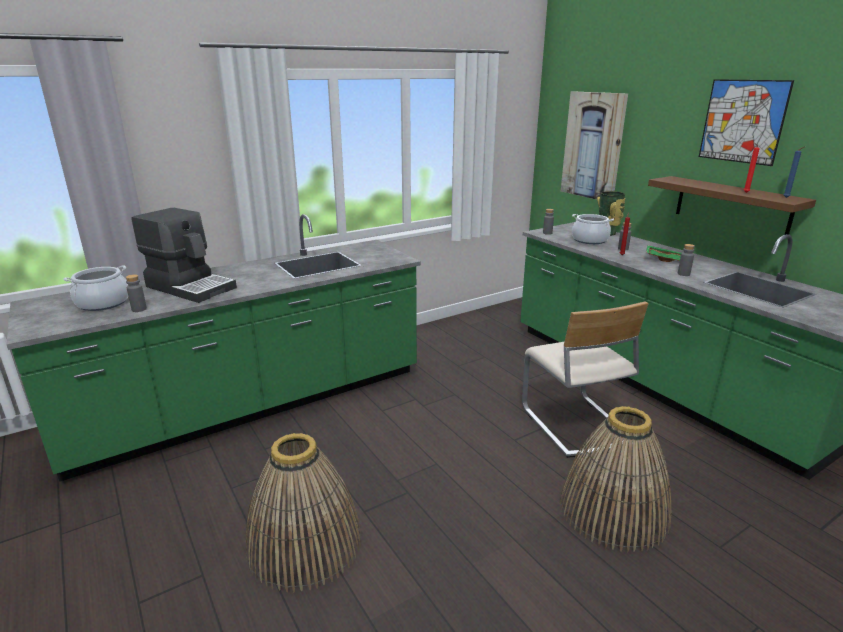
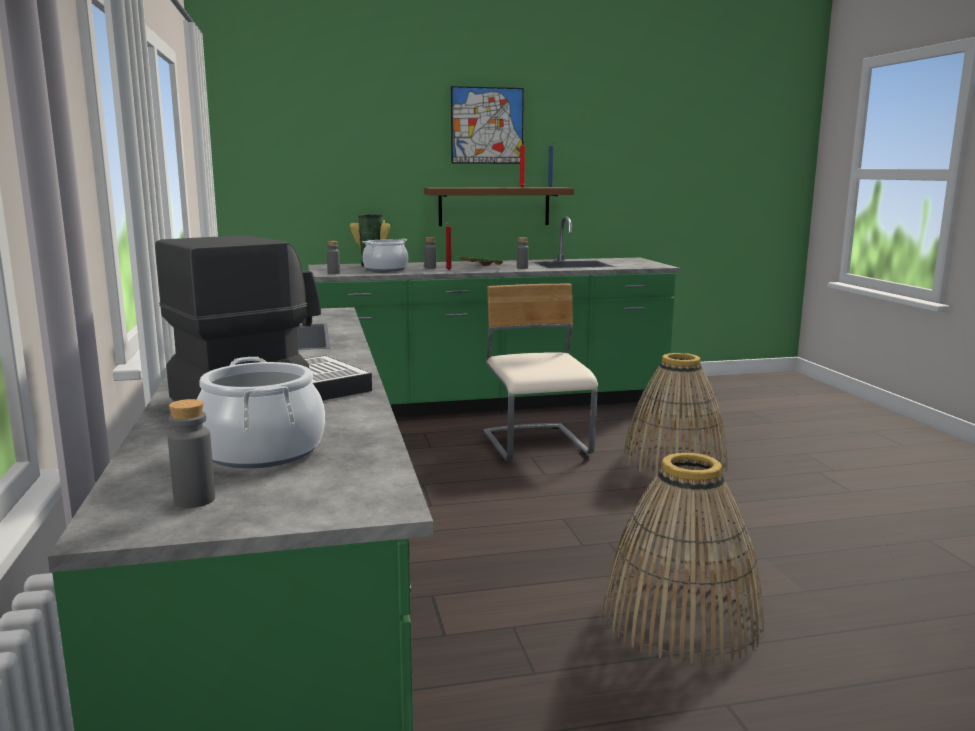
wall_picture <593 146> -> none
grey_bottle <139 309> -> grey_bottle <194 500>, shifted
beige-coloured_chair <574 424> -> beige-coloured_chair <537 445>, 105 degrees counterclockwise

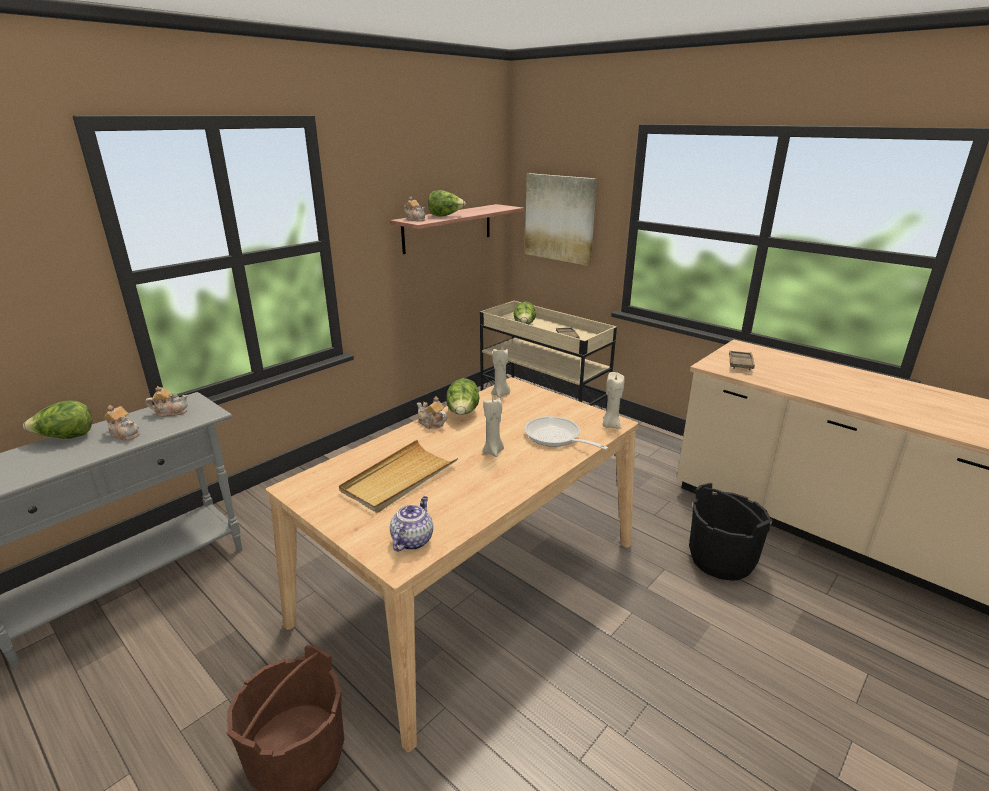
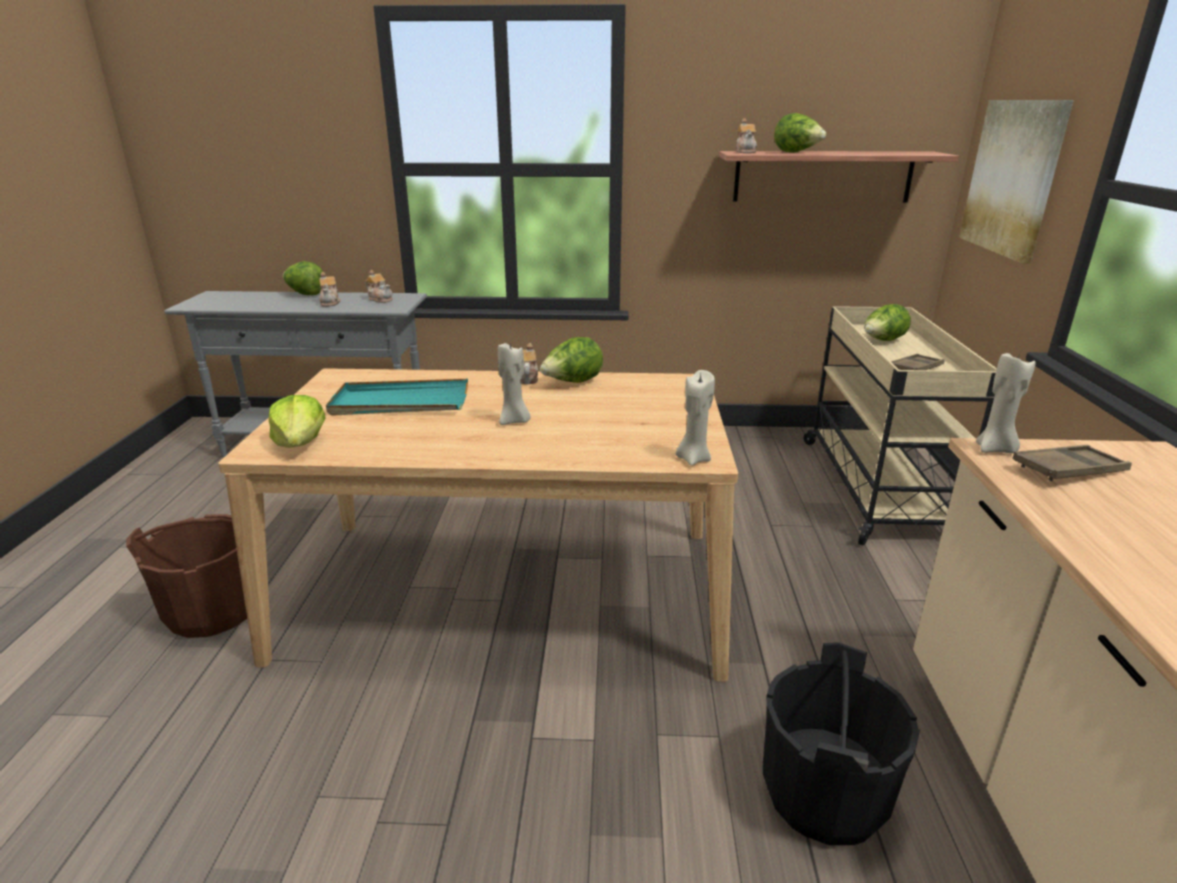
pan <556 437> -> none
beige-coloured_candle <500 394> -> beige-coloured_candle <995 449>, shifted
pot_for_tea <412 540> -> head_of_lettuce <300 443>
beige-coloured_carrying_tray <399 479> -> turquoise_carrying_tray <400 403>

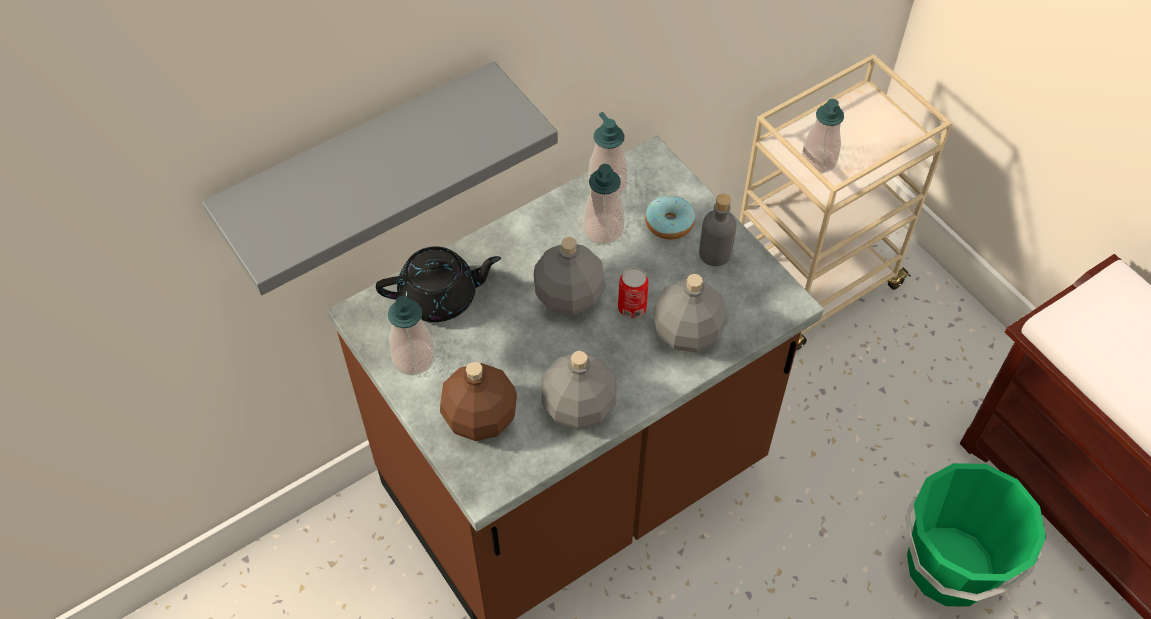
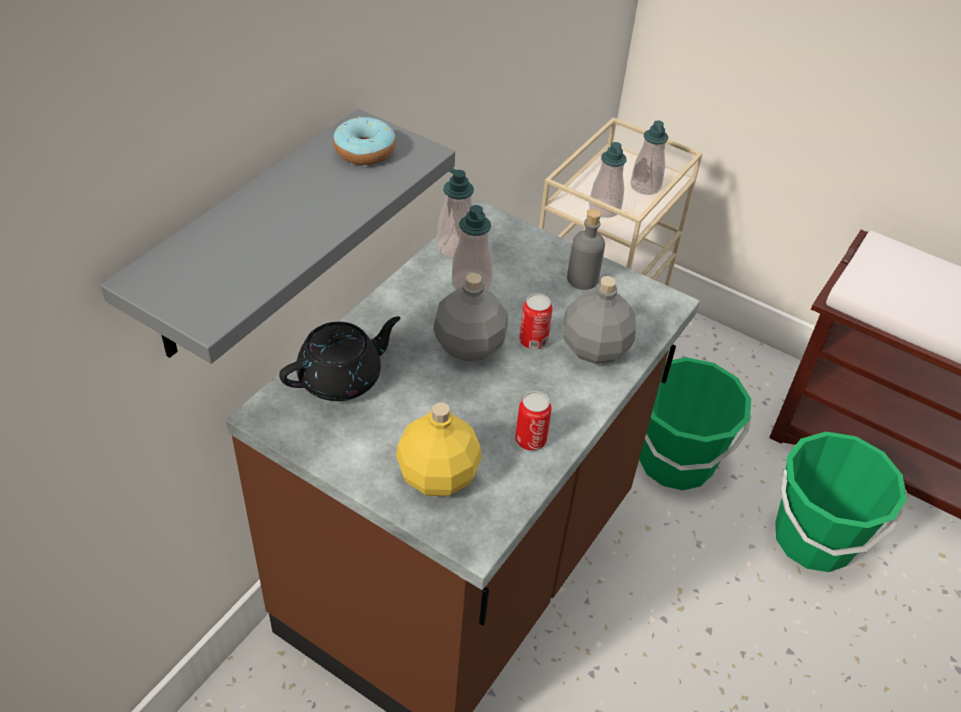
none -> greenish_bucket <675 461>
soap_bottle <414 358> -> soap_bottle <645 186>, shifted
doughnut <669 223> -> doughnut <364 151>, shifted
grey_bottle <578 408> -> sealed_can <530 440>
brown-coloured_bottle <479 418> -> yellow_bottle <437 477>

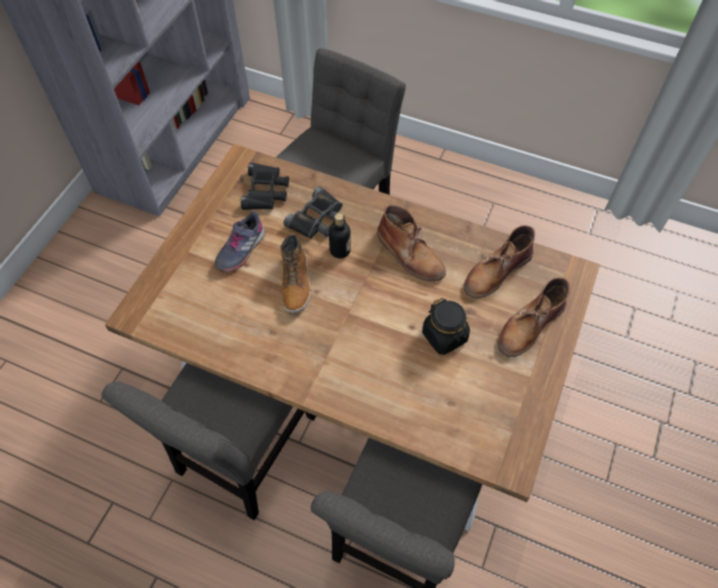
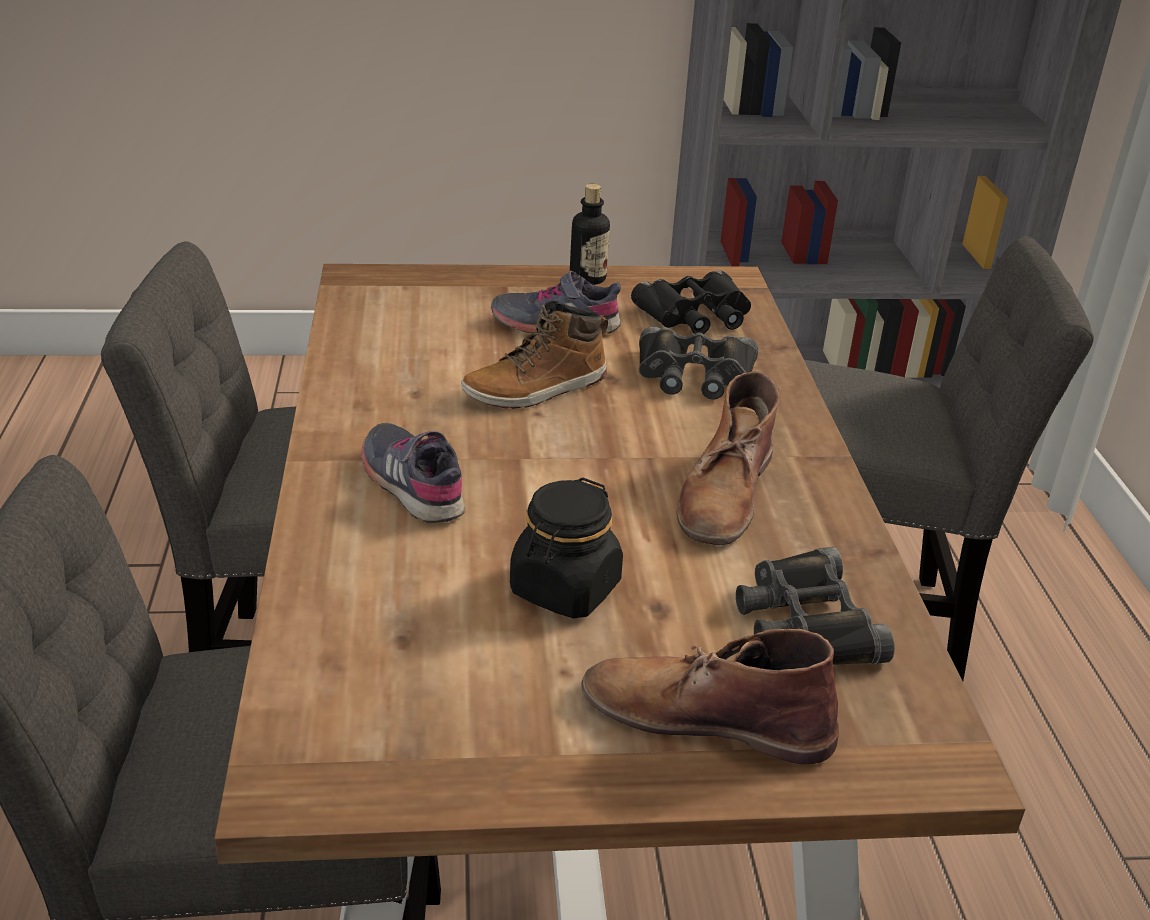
none -> grey_low_shoe <413 484>
bottle <340 250> -> bottle <587 278>, shifted
brown-coloured_high-top_boot <496 271> -> black_field_glasses <805 622>

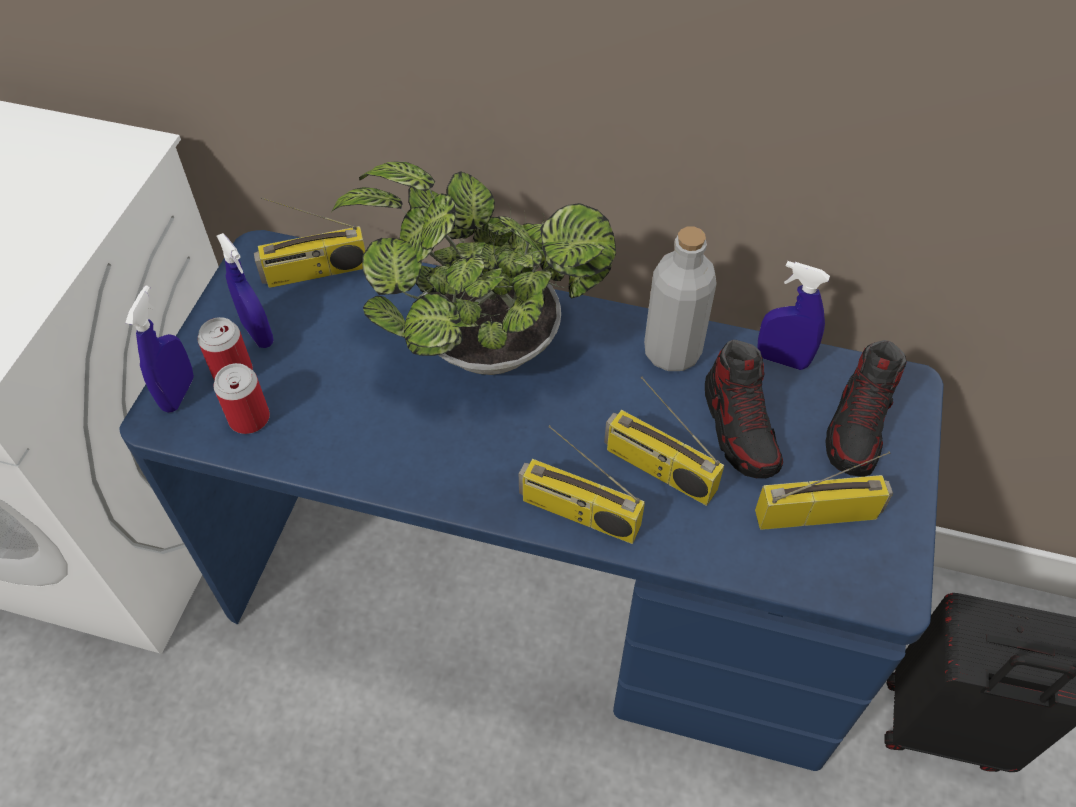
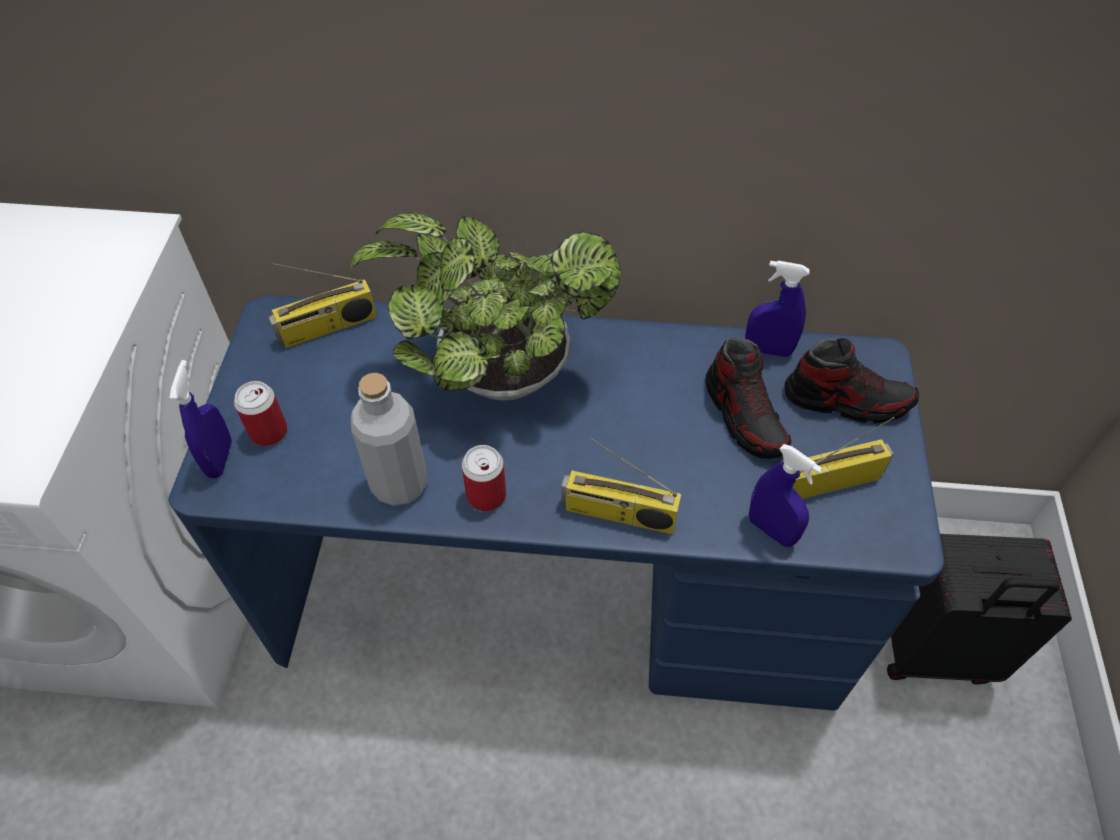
radio <658 469> -> none
sealed_can <249 418> -> sealed_can <486 495>, shifted
blue-coloured_spray_bottle <258 333> -> blue-coloured_spray_bottle <771 530>, shifted
grey_bottle <672 352> -> grey_bottle <399 483>, shifted
low_shoe <858 427> -> low_shoe <846 400>, 90 degrees counterclockwise

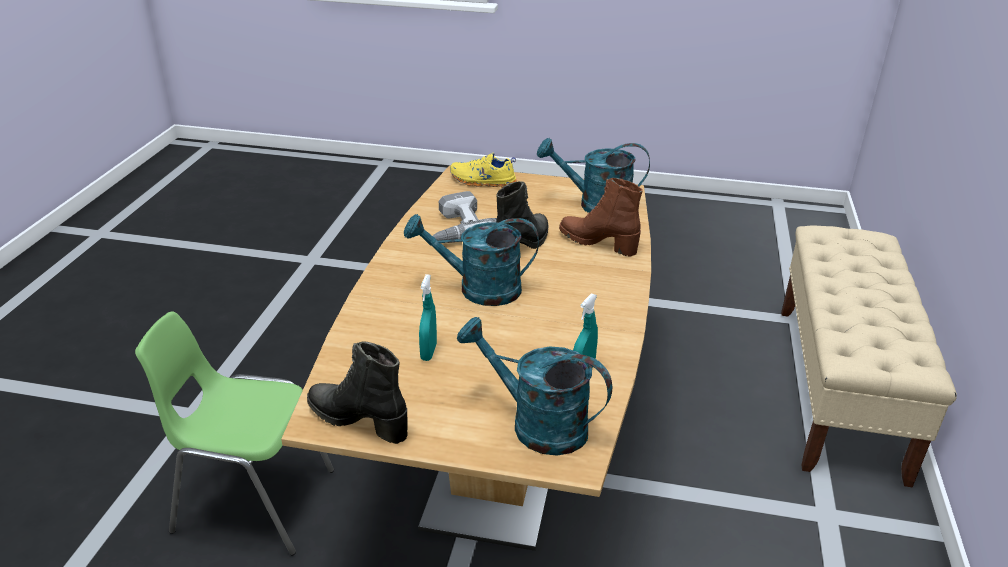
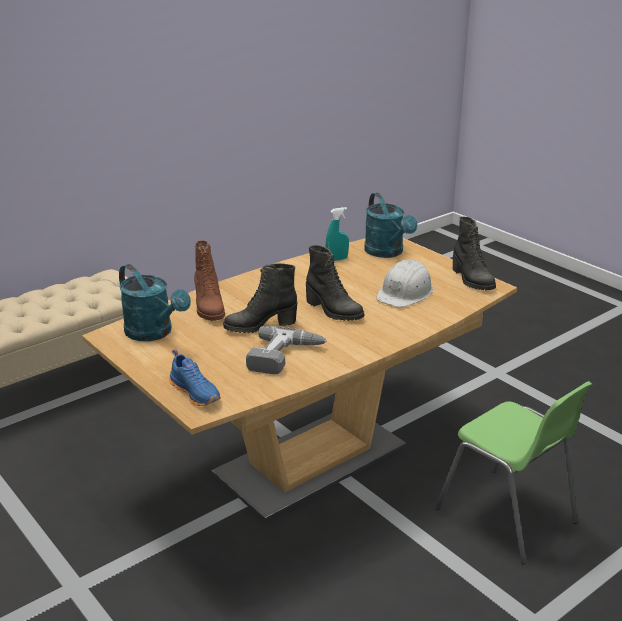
turquoise_watering_can <478 289> -> black_high-top_boot <333 311>
turquoise_spray_bottle <428 352> -> white_hard_hat <405 292>
yellow_low_shoe <482 182> -> blue-coloured_low_shoe <196 392>

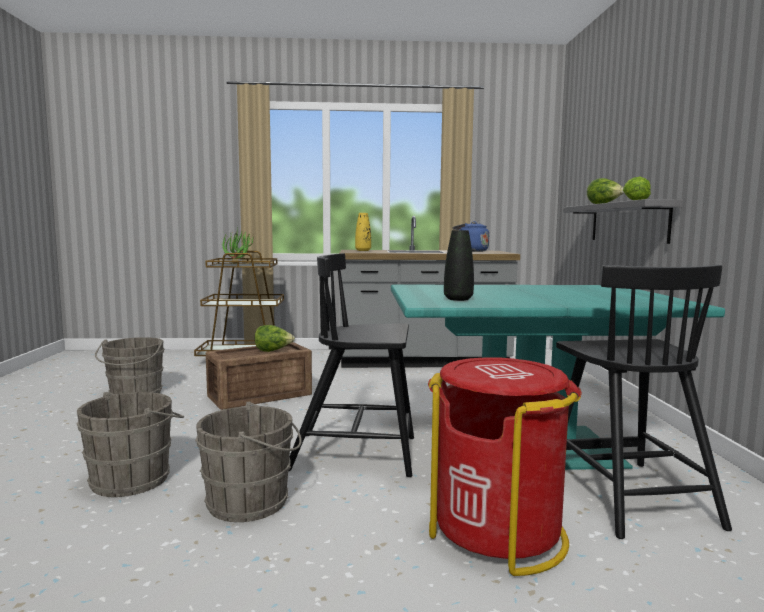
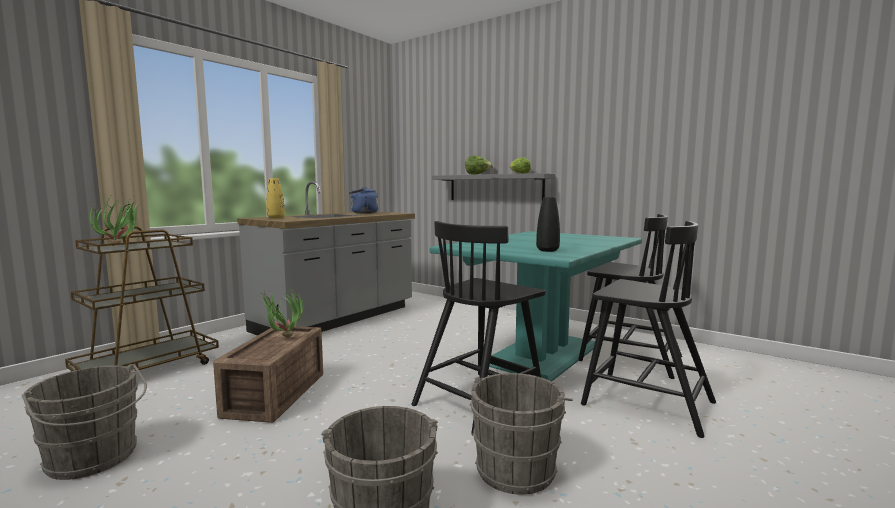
head_of_lettuce <273 351> -> potted_plant <282 339>
reddish_trash_can <498 533> -> black_chair <645 402>

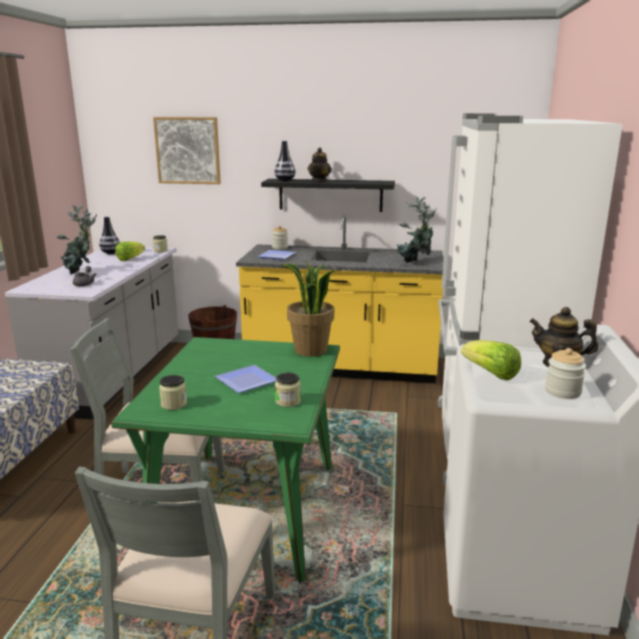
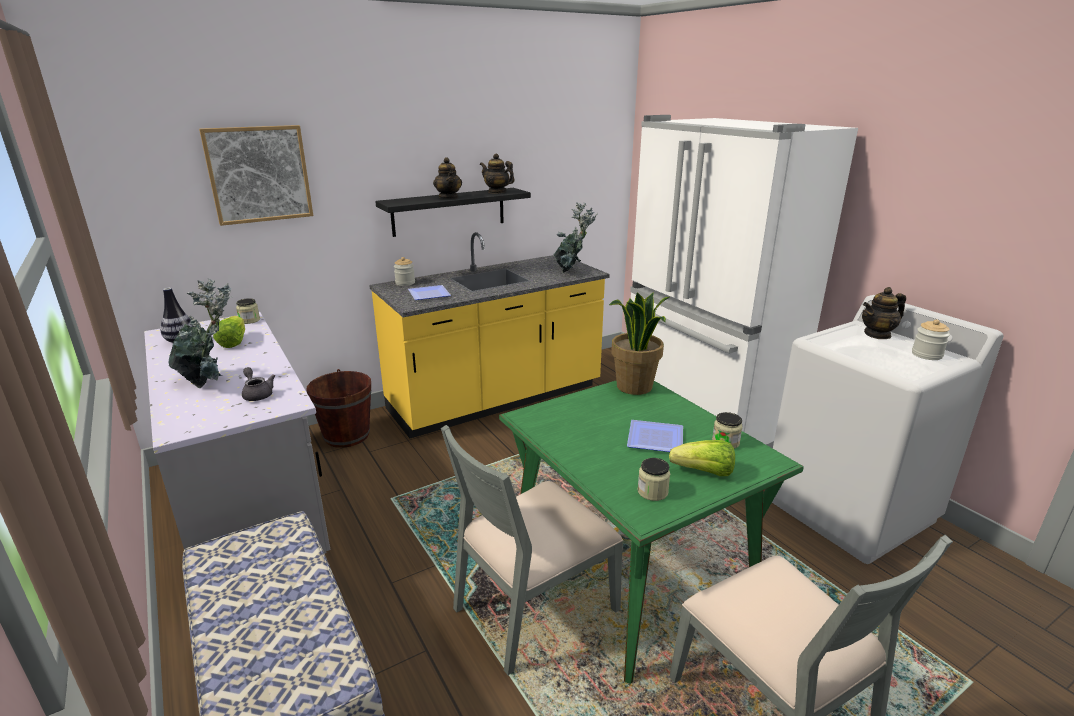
flower_vase <285 181> -> none
none -> pot_for_tea <497 192>
head_of_lettuce <491 374> -> head_of_lettuce <704 472>, shifted

